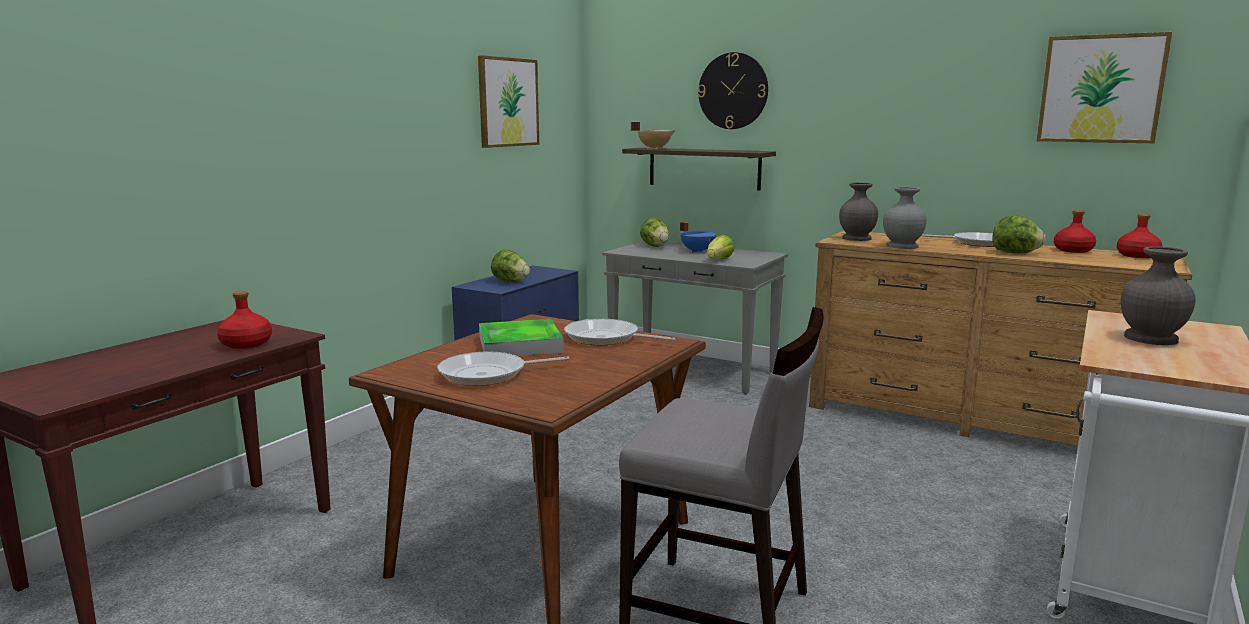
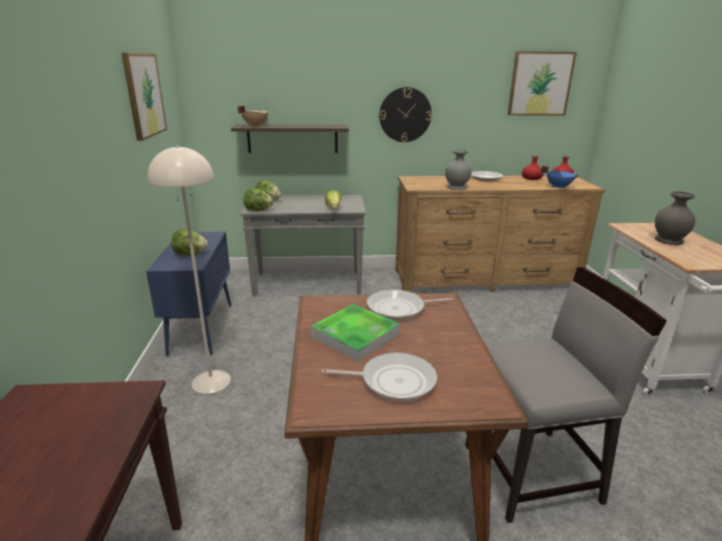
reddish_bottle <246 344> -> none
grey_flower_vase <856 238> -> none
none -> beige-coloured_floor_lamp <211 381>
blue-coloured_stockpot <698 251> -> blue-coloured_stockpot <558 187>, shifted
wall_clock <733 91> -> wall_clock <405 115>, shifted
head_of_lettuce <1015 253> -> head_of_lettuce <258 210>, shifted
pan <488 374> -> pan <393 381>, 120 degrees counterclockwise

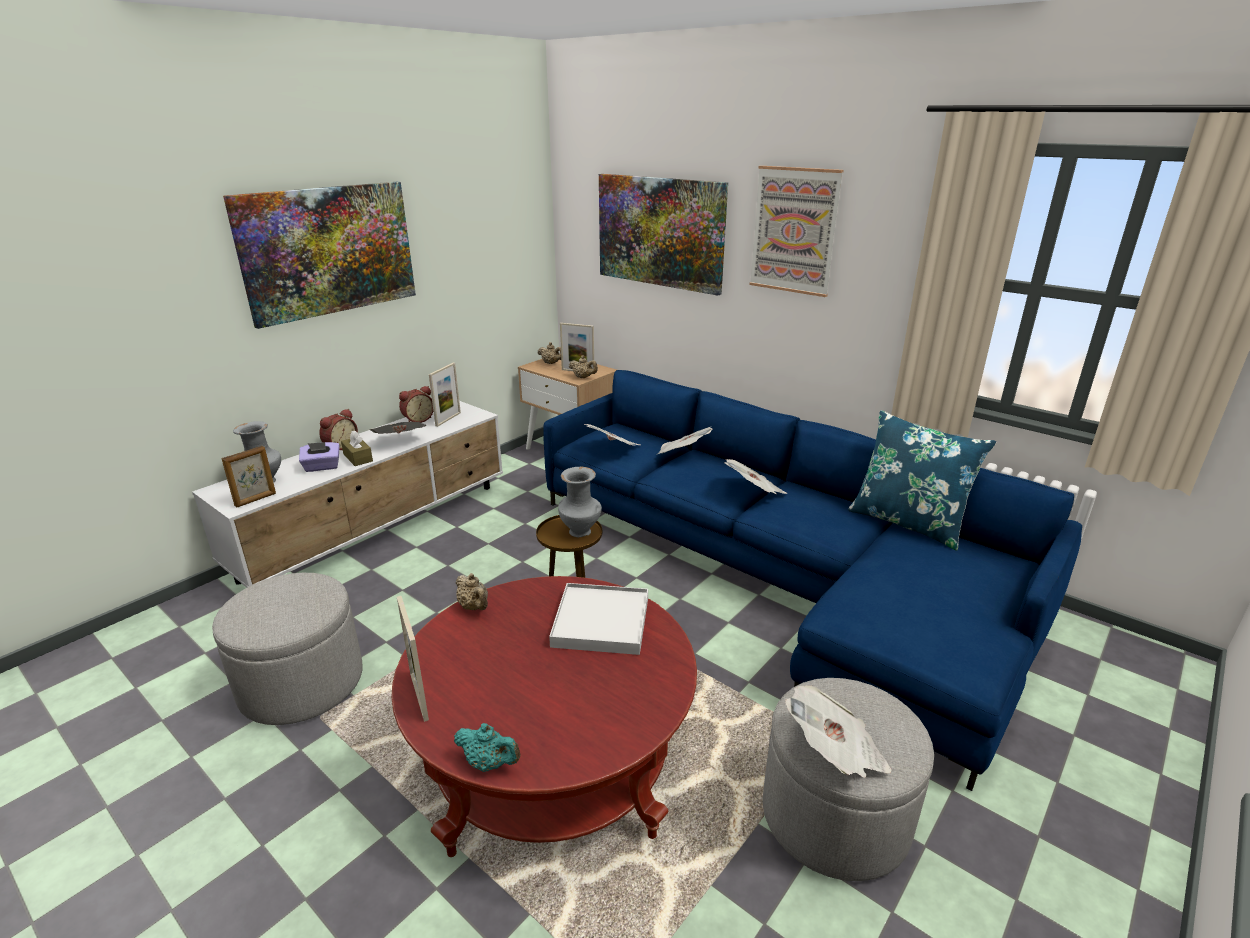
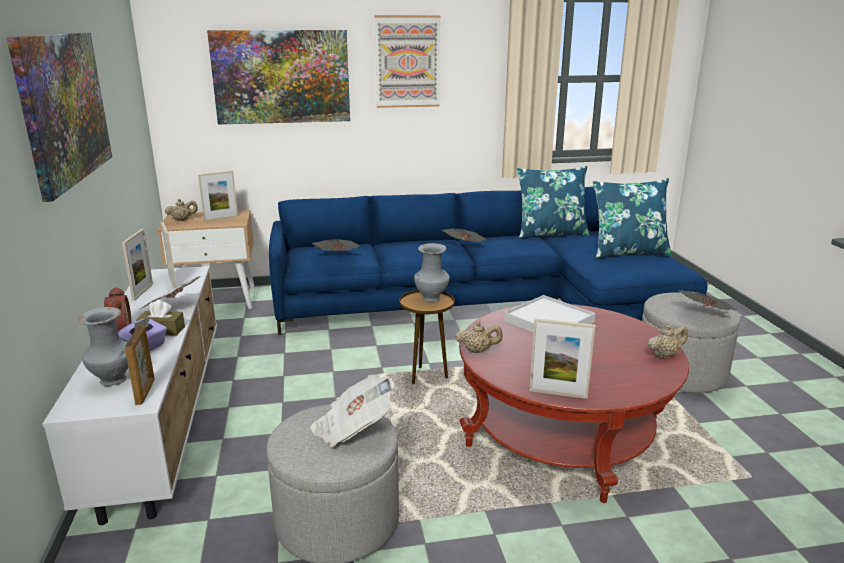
turquoise_pot_for_tea <489 763> -> none
none -> blue-coloured_cushion <628 252>
beige-coloured_pot_for_tea <583 377> -> beige-coloured_pot_for_tea <665 355>, shifted
daily_paper <682 454> -> daily_paper <353 428>, shifted
table_clock <418 419> -> photo_frame <143 292>

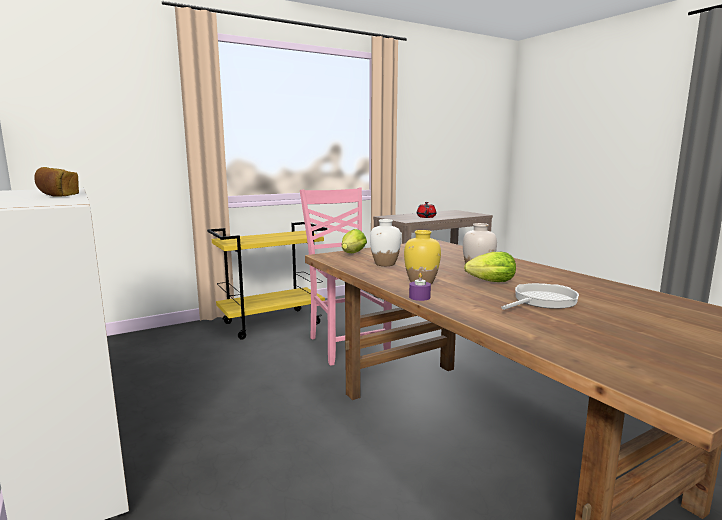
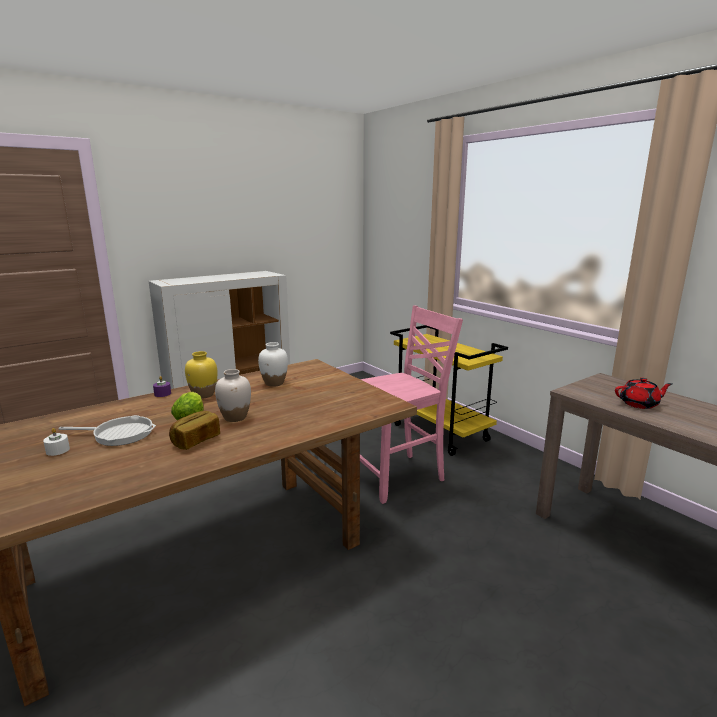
head_of_lettuce <352 254> -> none
none -> white_candle <58 450>
bakery_bread <57 195> -> bakery_bread <195 440>, shifted
pan <542 301> -> pan <119 434>, 45 degrees counterclockwise

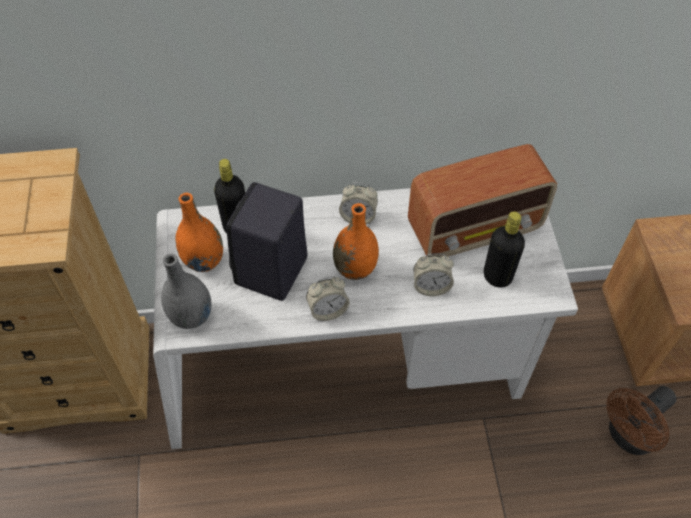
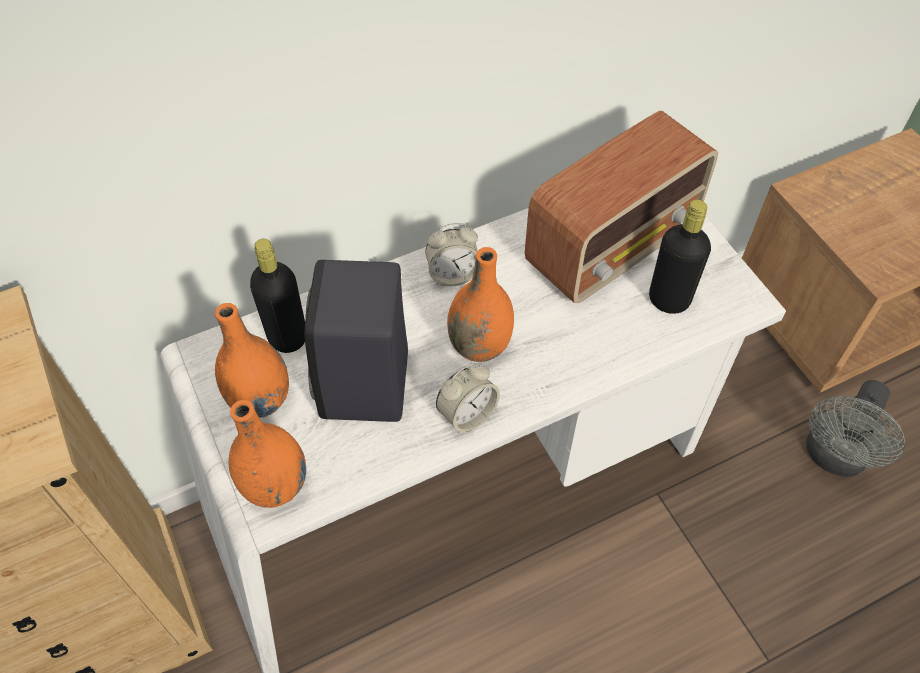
table_clock <431 287> -> none
grey_flower_vase <191 316> -> orangey_flower_vase <275 486>
brown-coloured_fan <628 437> -> grey_fan <834 457>

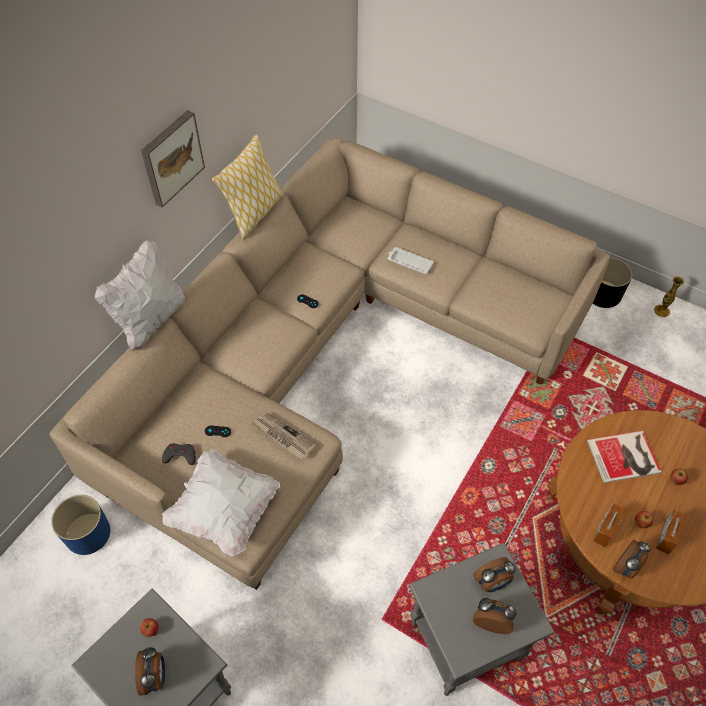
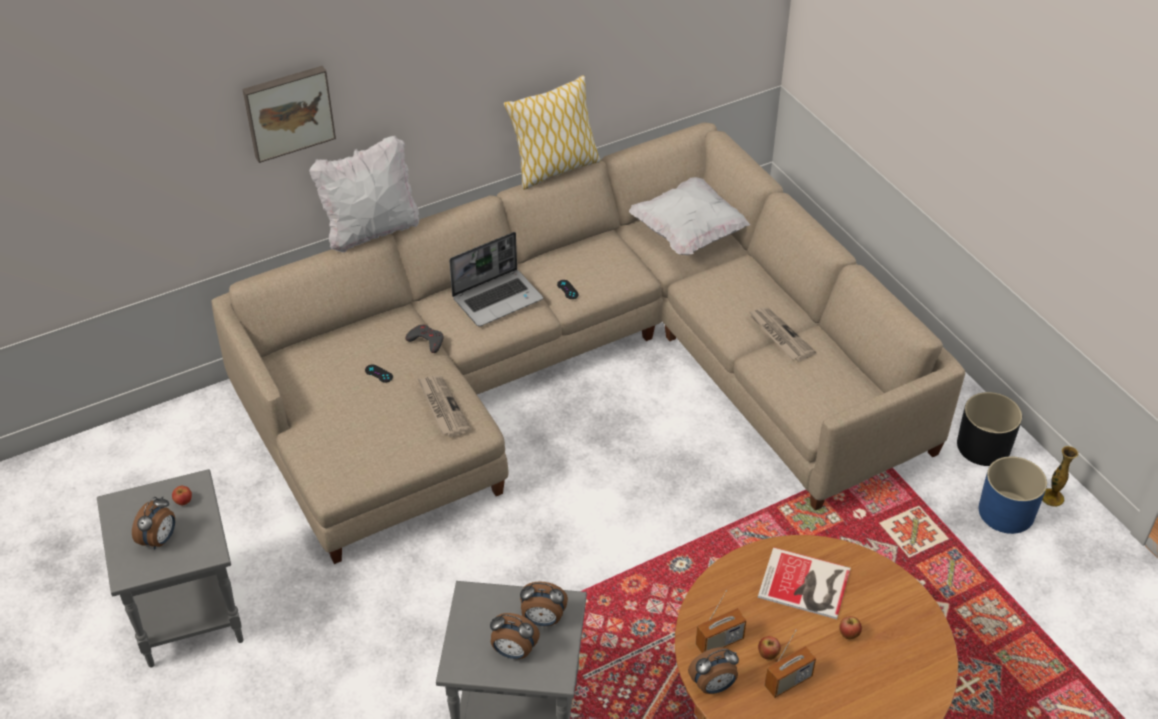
white_carrying_tray <409 262> -> none
none -> laptop <498 298>
none -> daily_paper <779 335>
blue-coloured_plant_pot <88 534> -> blue-coloured_plant_pot <1006 512>, shifted
wall_picture <171 157> -> wall_picture <288 111>, shifted
grey_game_controller <180 455> -> grey_game_controller <426 341>, shifted
white_cushion <224 510> -> white_cushion <689 233>, shifted
table_clock <491 621> -> table_clock <513 652>, 150 degrees clockwise

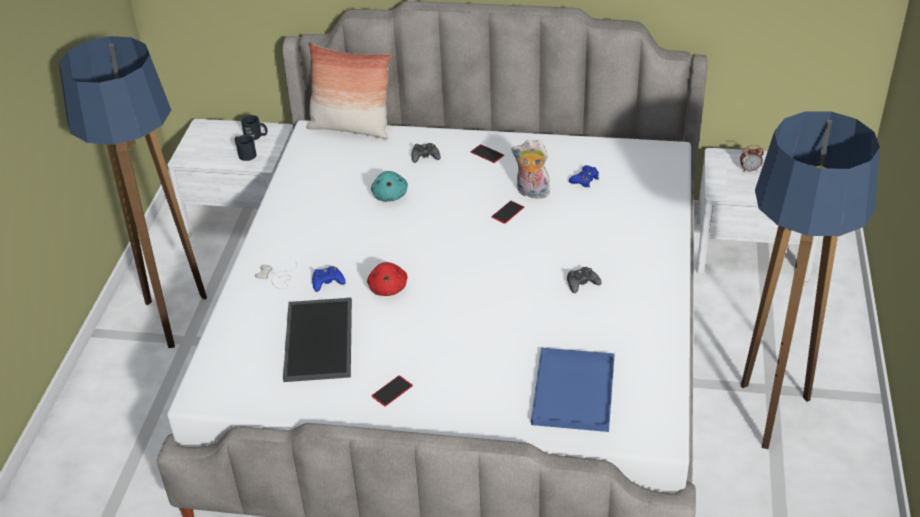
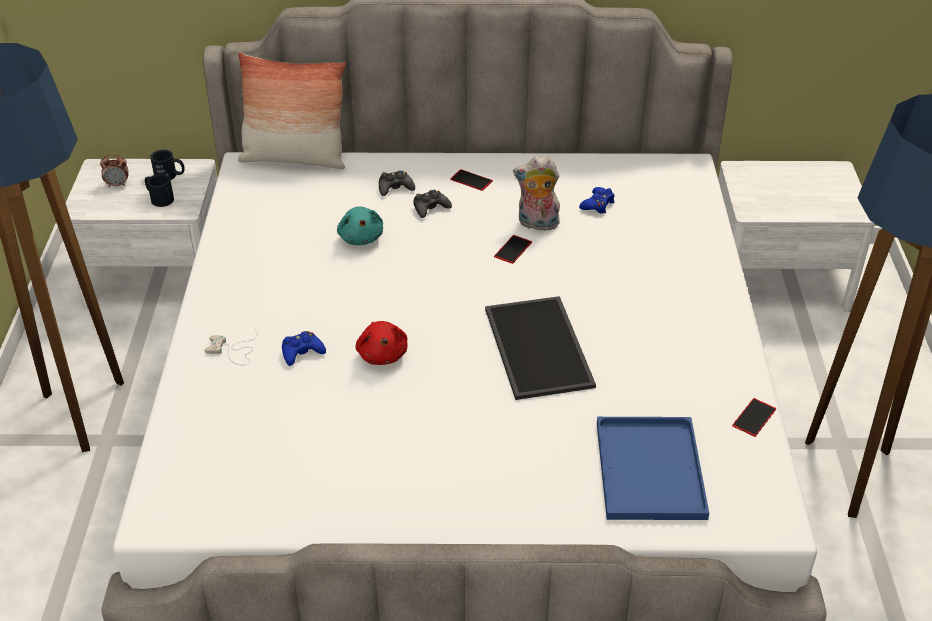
carrying_tray <320 340> -> carrying_tray <541 348>, shifted
telephone <392 391> -> telephone <754 417>, shifted
black_game_controller <582 283> -> black_game_controller <430 208>, shifted
table_clock <750 170> -> table_clock <118 185>, shifted

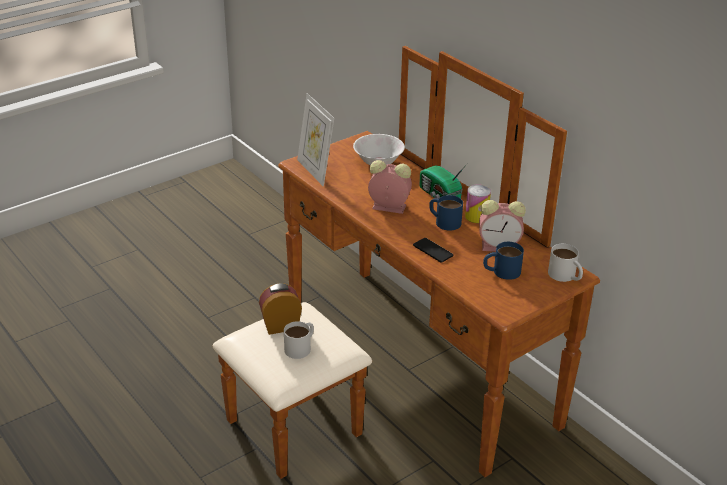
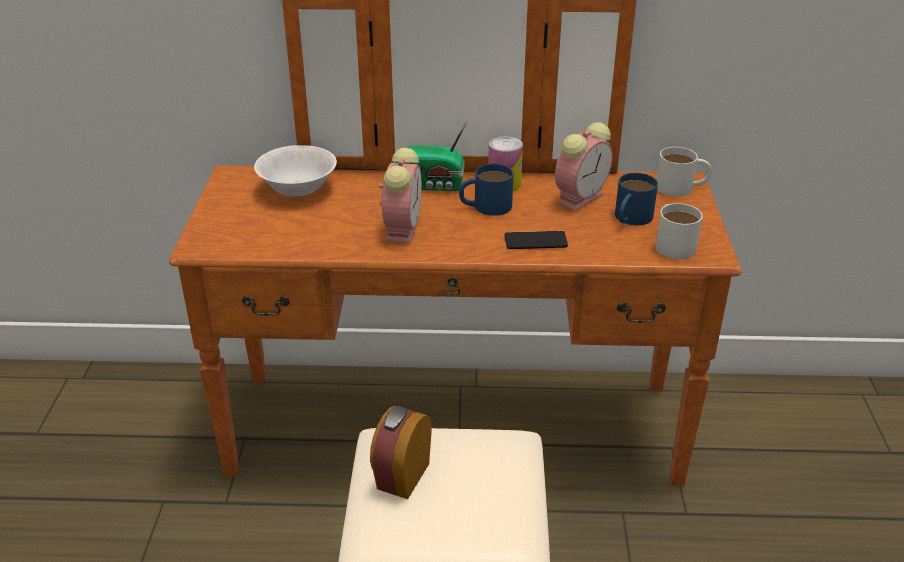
photo_frame <315 171> -> none
white_mug <301 347> -> white_mug <672 243>, shifted
table_clock <387 207> -> table_clock <402 228>, 135 degrees clockwise

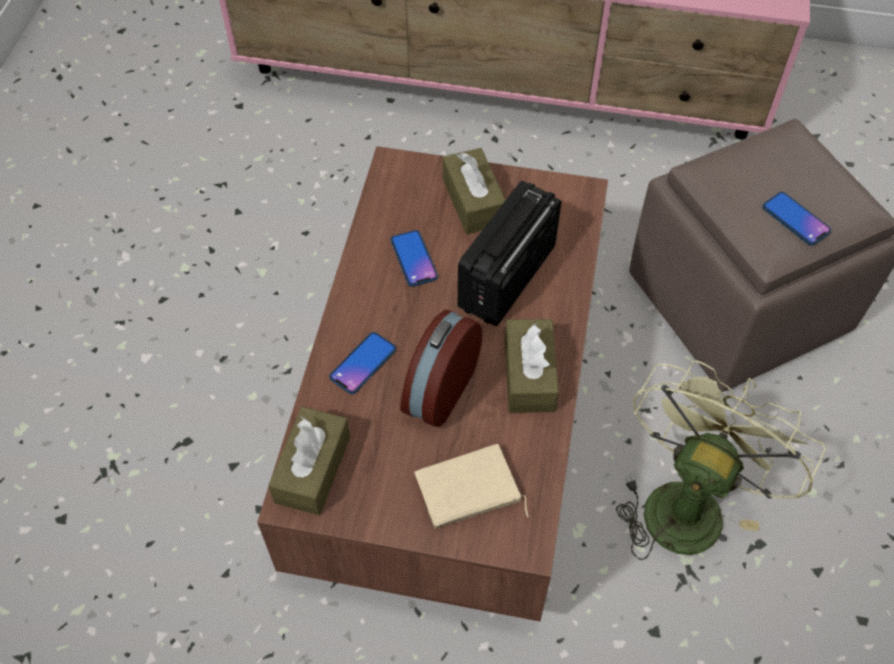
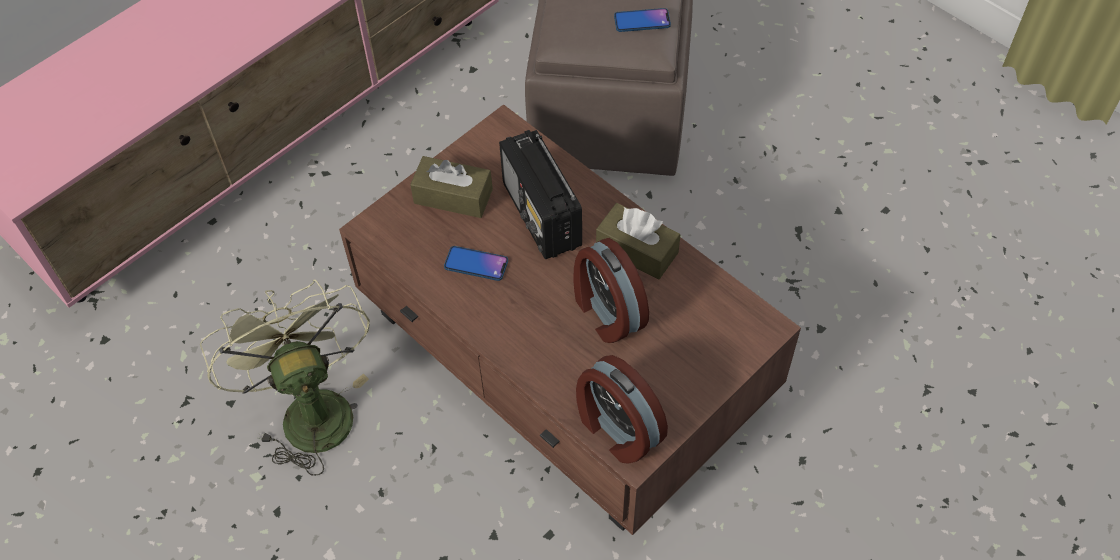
telephone <363 363> -> none
beige-coloured_volume <468 492> -> none
greenish_fan <687 501> -> greenish_fan <309 409>, shifted
brown-coloured_tissue_box <312 469> -> table_clock <617 429>

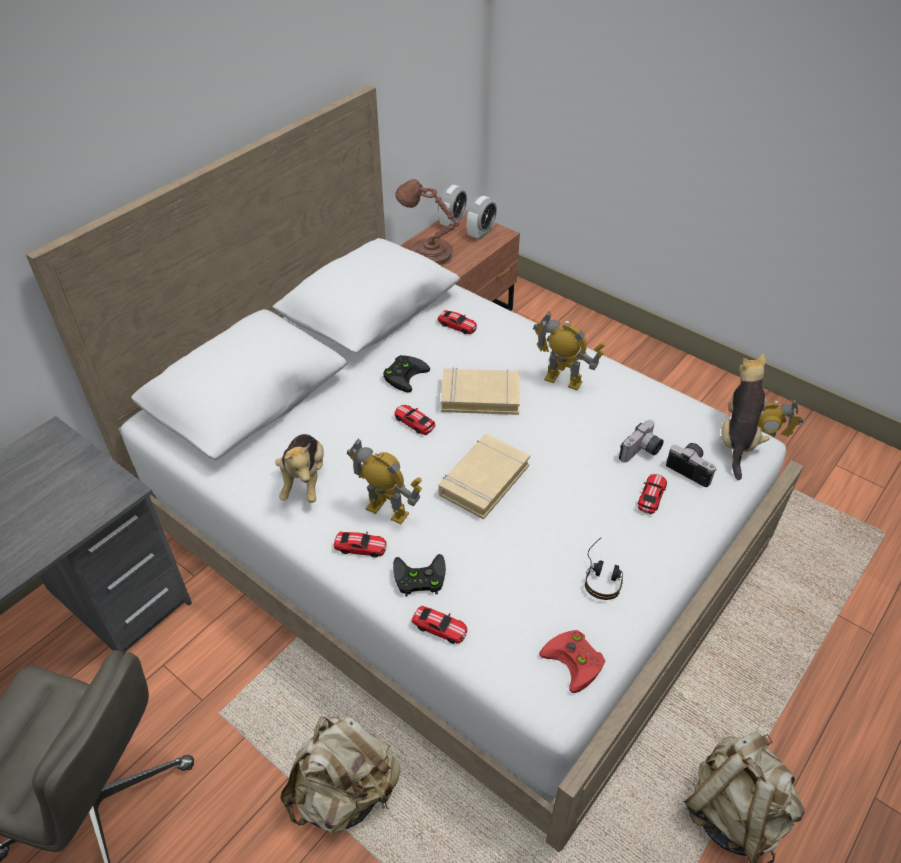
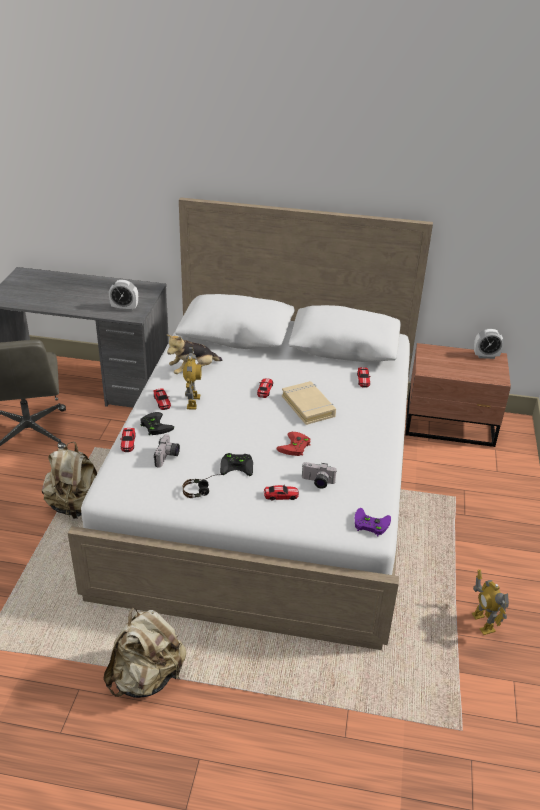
brown-coloured_lamp_for_a_table <427 255> -> none
beige-coloured_volume <483 480> -> none
model_robot <563 380> -> none
black_game_controller <404 374> -> black_game_controller <238 466>, shifted
table_clock <481 233> -> table_clock <124 308>, shifted
reddish_game_controller <576 662> -> reddish_game_controller <295 447>, shifted
still_camera <691 469> -> still_camera <168 457>, shifted
plush_toy <738 439> -> purplish_game_controller <369 524>

